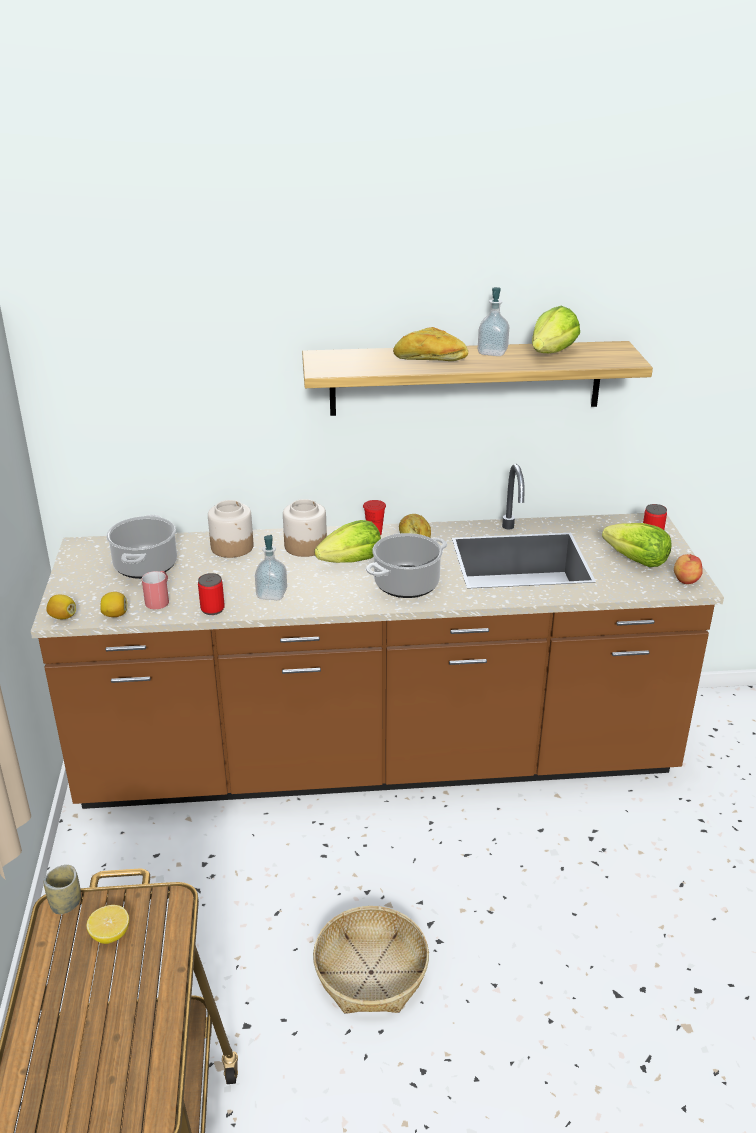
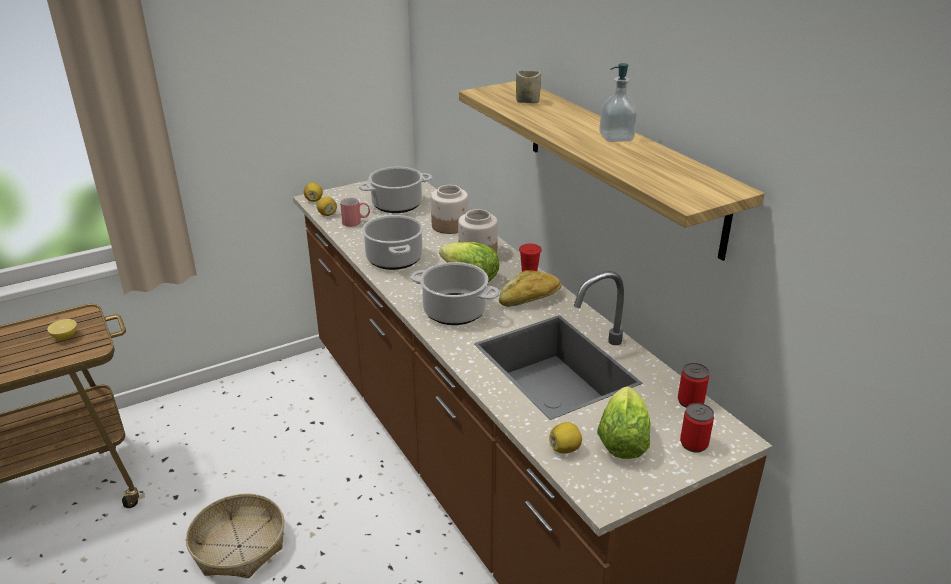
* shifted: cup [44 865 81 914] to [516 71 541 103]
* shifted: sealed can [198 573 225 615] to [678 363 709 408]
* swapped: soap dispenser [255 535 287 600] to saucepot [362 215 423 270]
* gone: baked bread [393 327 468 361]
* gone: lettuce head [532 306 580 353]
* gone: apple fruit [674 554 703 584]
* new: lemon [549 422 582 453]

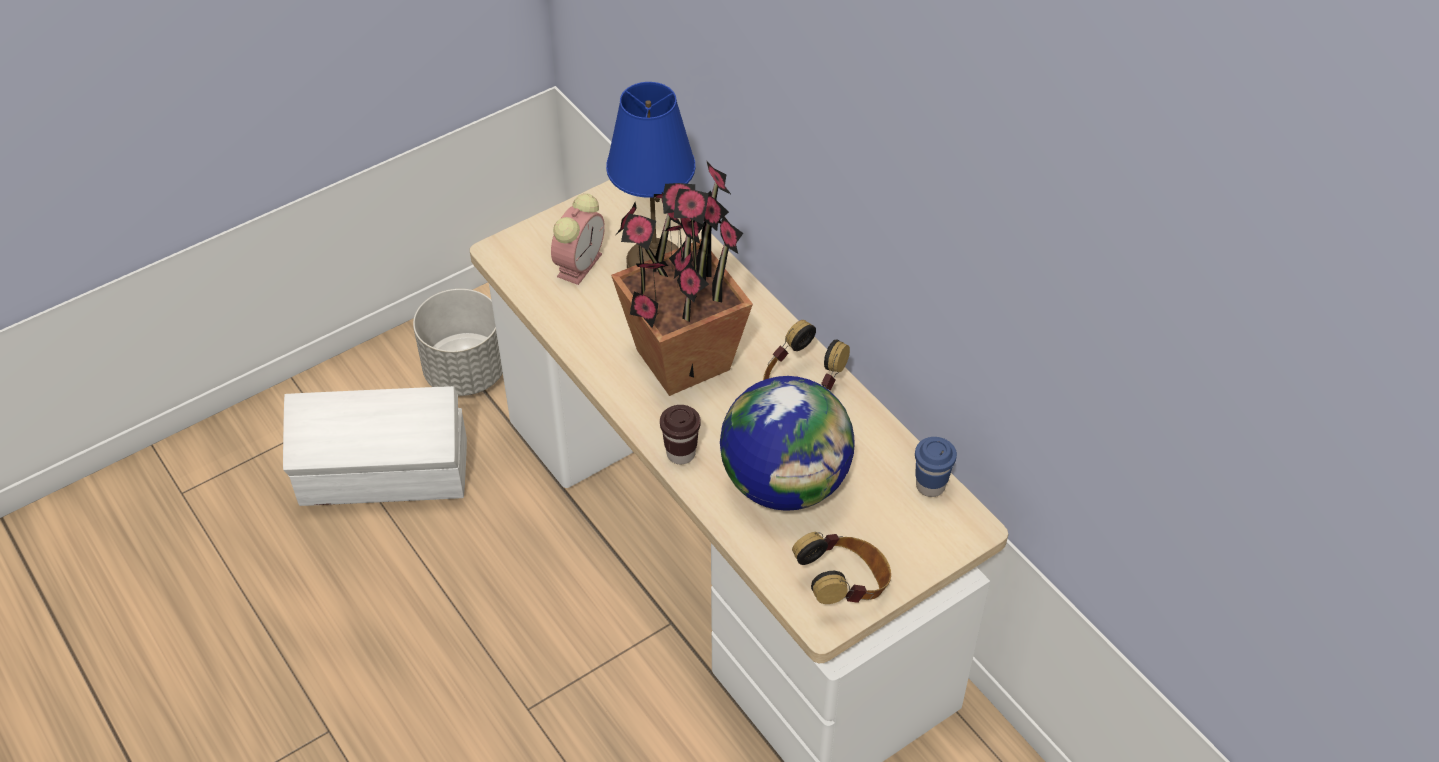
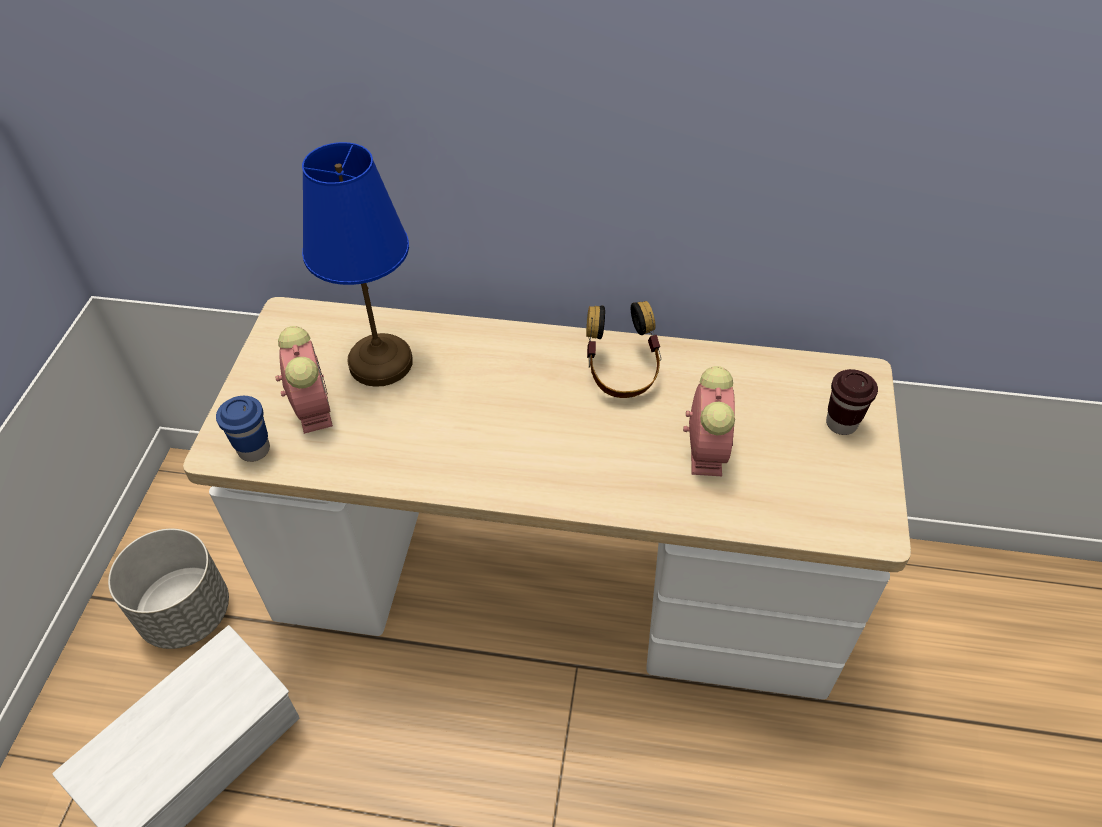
* gone: plant in a pot [611 162 753 396]
* shifted: cup (brown) [660 405 701 464] to [826 369 878 435]
* swapped: world globe [720 376 855 511] to table clock [683 366 735 476]
* gone: headphones [792 532 891 604]
* shifted: cup (blue-coloured) [915 437 957 497] to [216 396 270 462]

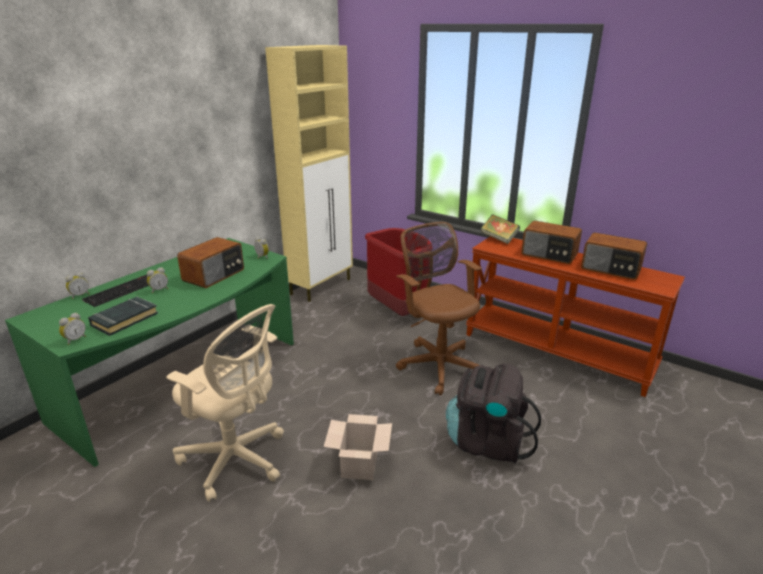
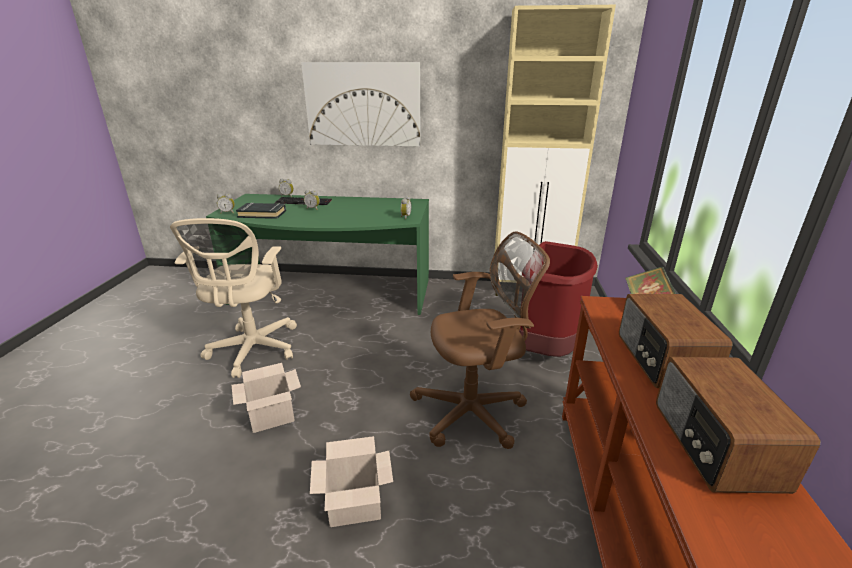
* gone: radio [177 237 244 288]
* rotated: computer chair (brown) [396 222 482 396] = [410 231 550 449] 45 degrees clockwise
* swapped: rucksack (black) [446 364 541 463] to carton [310 436 393 527]
* new: wall art [301 62 421 146]

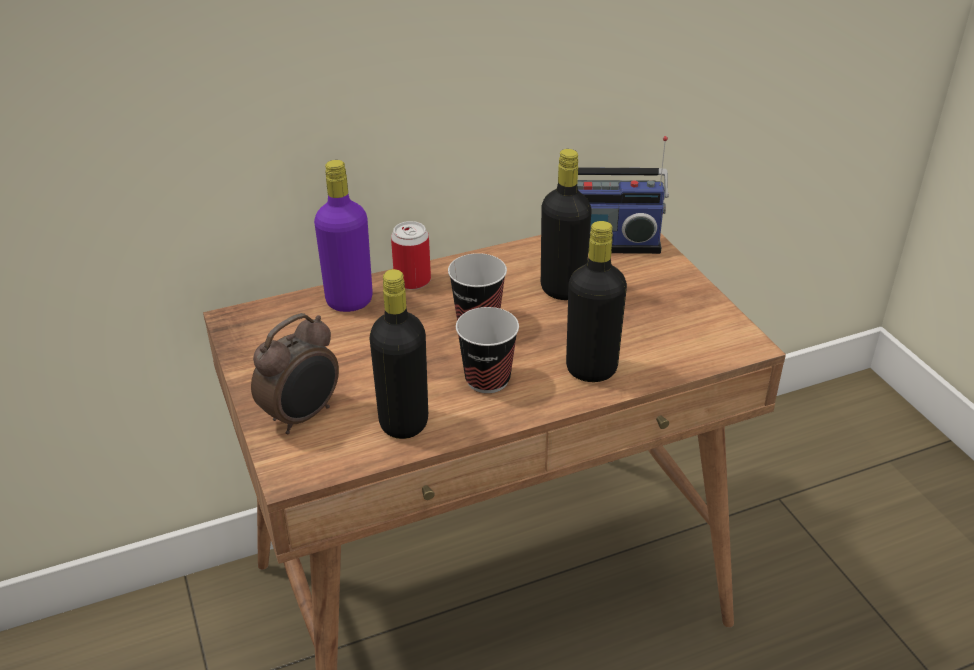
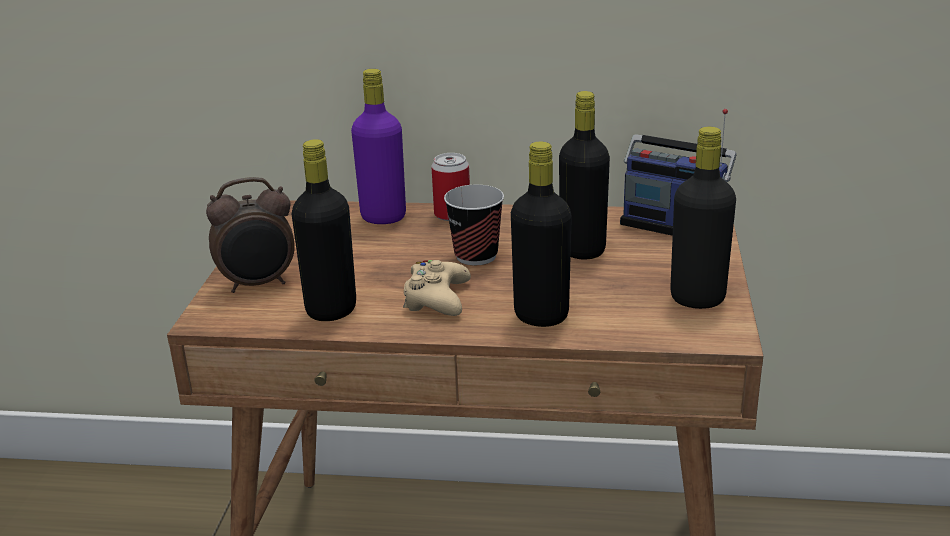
* swapped: cup [456 307 519 393] to game controller (beige-coloured) [403 260 471 316]
* new: drink bottle (black) [670 127 736 309]

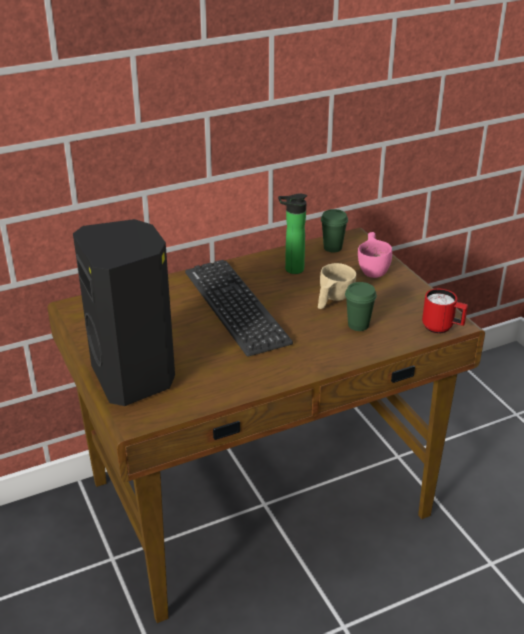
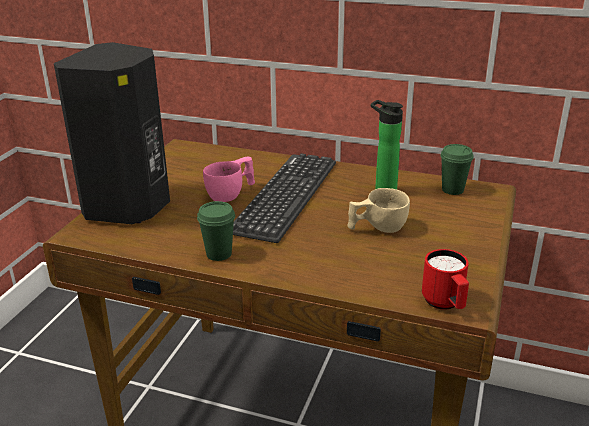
* shifted: cup (green) [345 282 377 331] to [197 201 235 261]
* shifted: cup (pink-coloured) [358 232 392 278] to [203 157 255 202]

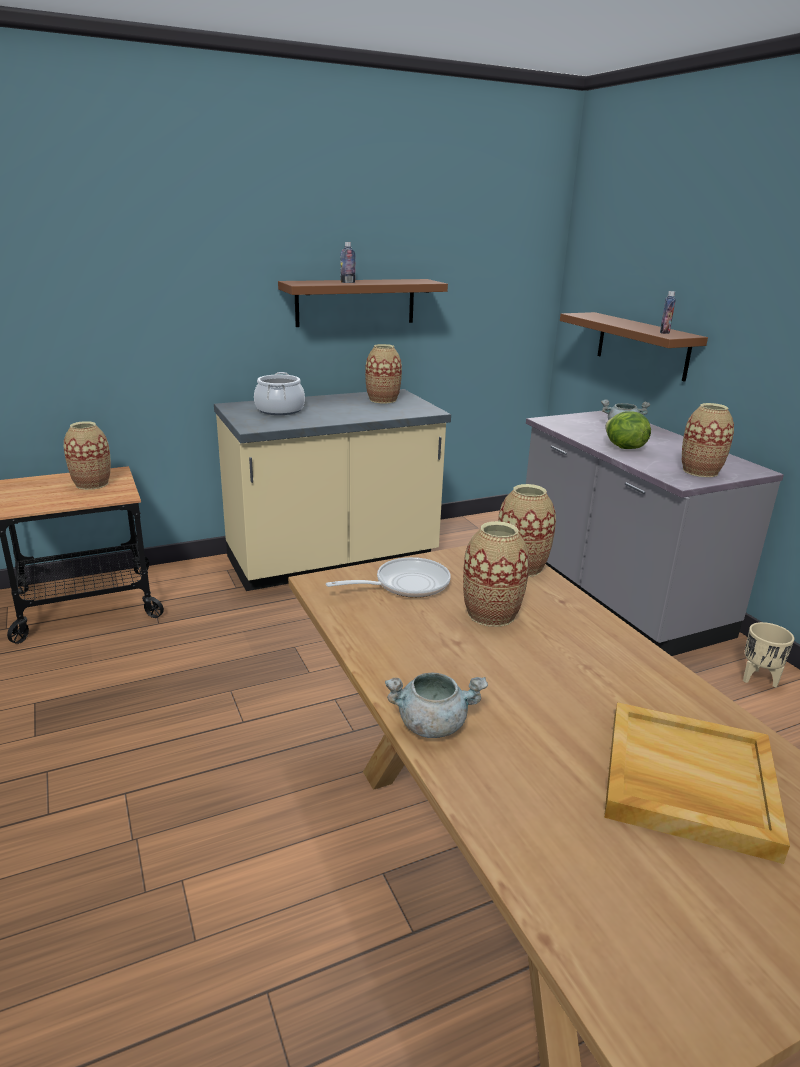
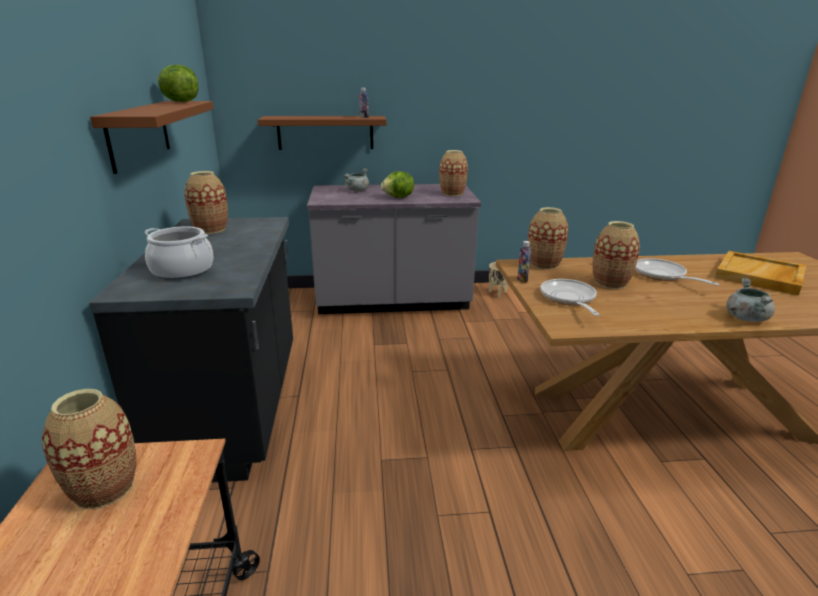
* repainted: counter (beige-coloured) [214 389 451 591] to counter (black) [89 217 293 482]
* shifted: drink bottle [340 242 356 283] to [517 241 531 283]
* new: lettuce head [158 64 198 102]
* new: skillet [635 258 719 286]

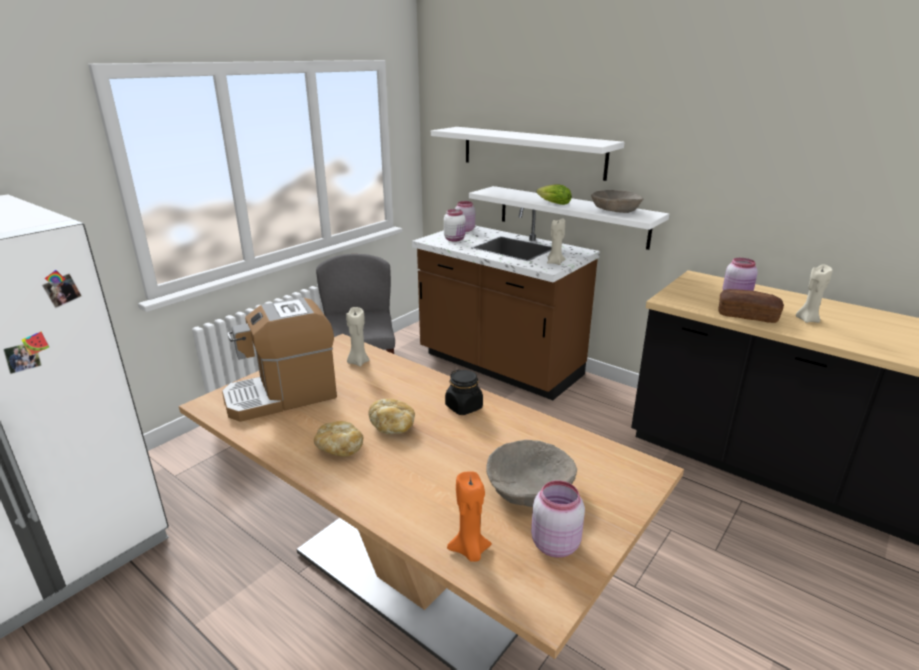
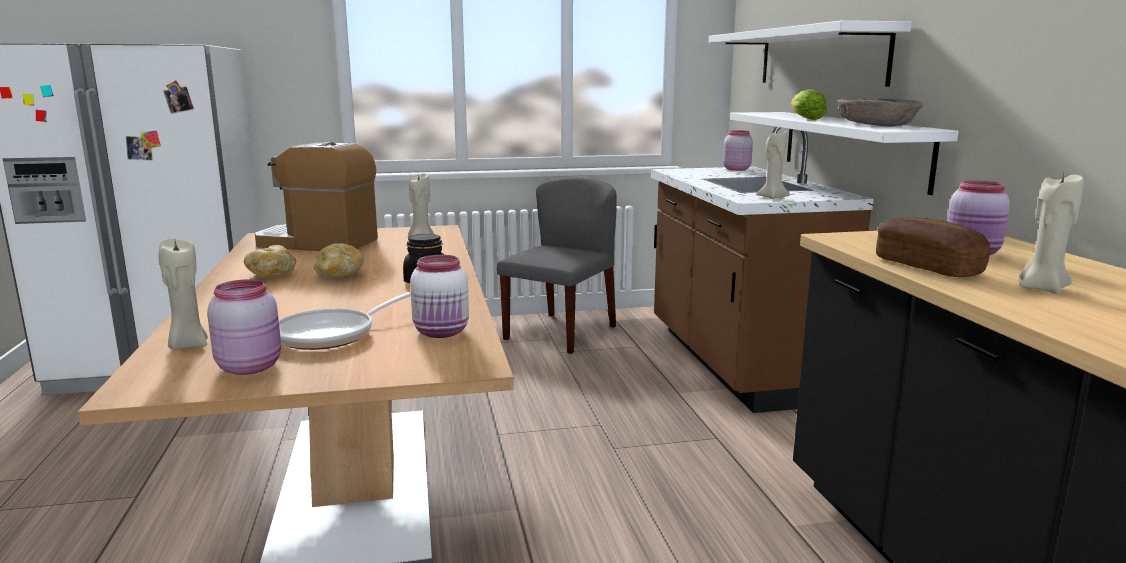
* shifted: storage jar (white-coloured) [444 209 466 242] to [410 255 469 338]
* repainted: wax light (orange) [447 471 492 562] to wax light (beige-coloured) [159 239 208 350]
* swapped: deep dish (beige-coloured) [486 440 577 507] to skillet [279 292 411 350]

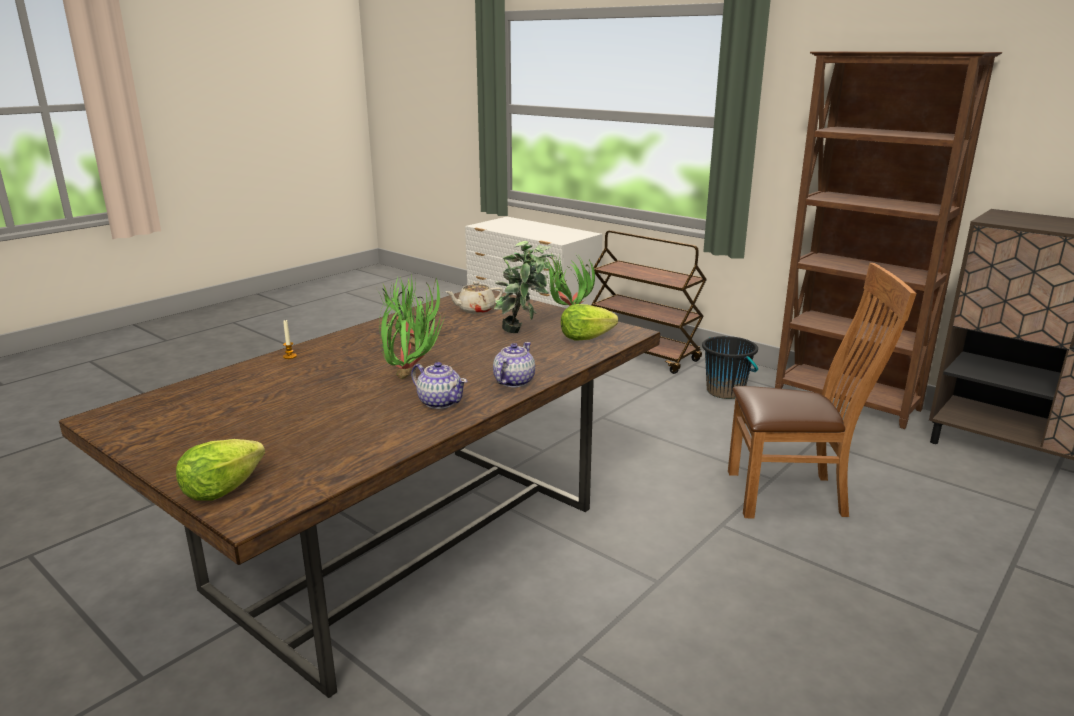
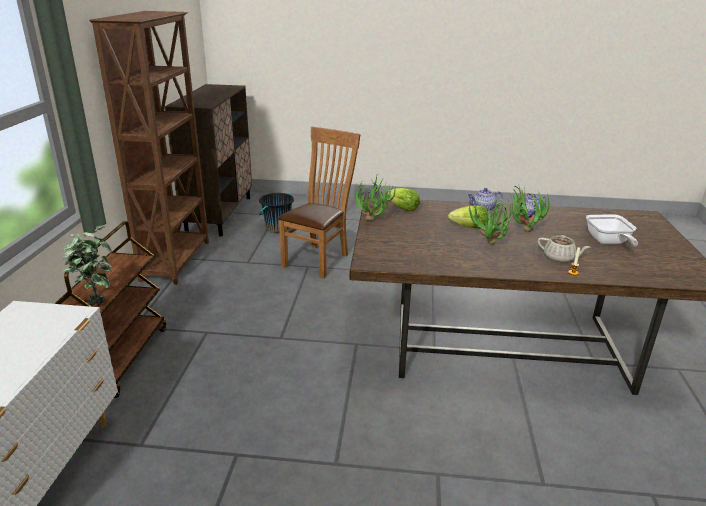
* shifted: lettuce head [176 439 265 500] to [448 205 488 229]
* shifted: teapot (beige-coloured) [446 281 503 314] to [538 235 590 263]
* shifted: plant in a pot [494 241 555 333] to [62 226 112 305]
* shifted: pail (black) [702 336 758 399] to [259 193 294 233]
* rotated: upright chair (brown) [728 263 917 518] = [277 127 361 279] 60 degrees clockwise
* new: skillet [586 214 638 247]

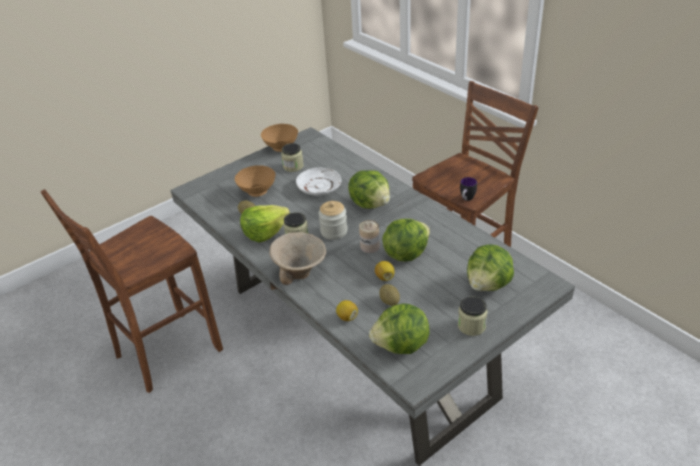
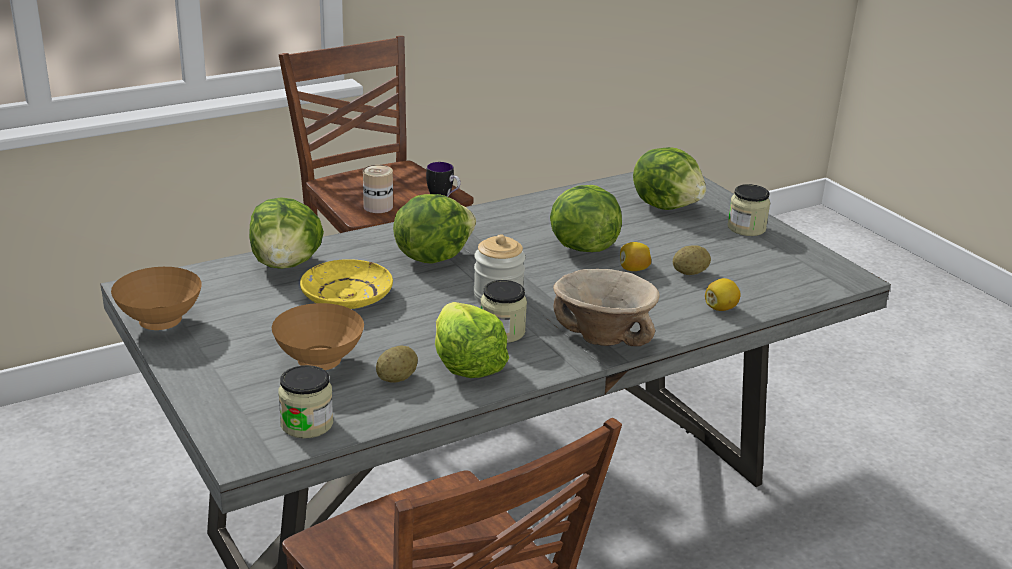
* shifted: storage jar [281 143 304 172] to [278 365 333 438]
* repainted: plate (white-coloured) [296 168 341 195] to plate (yellowish) [300 259 393 309]
* shifted: sealed can [359 220 380 253] to [363 165 393 213]
* shifted: lettuce head [369 303 429 354] to [249 198 324 269]

